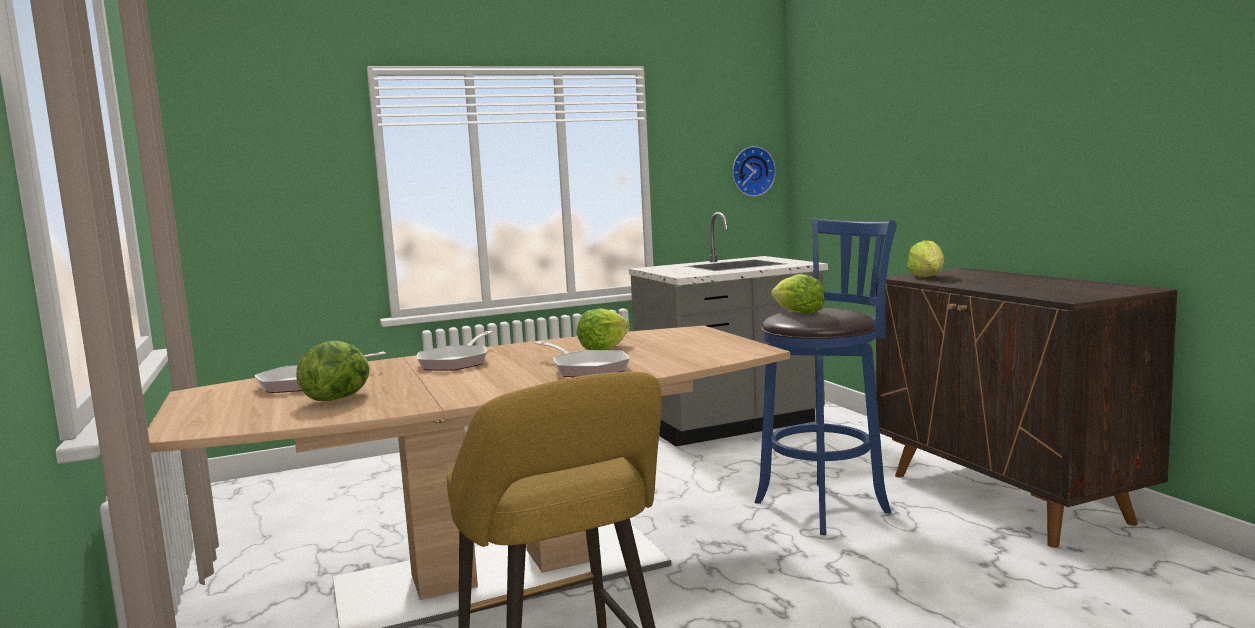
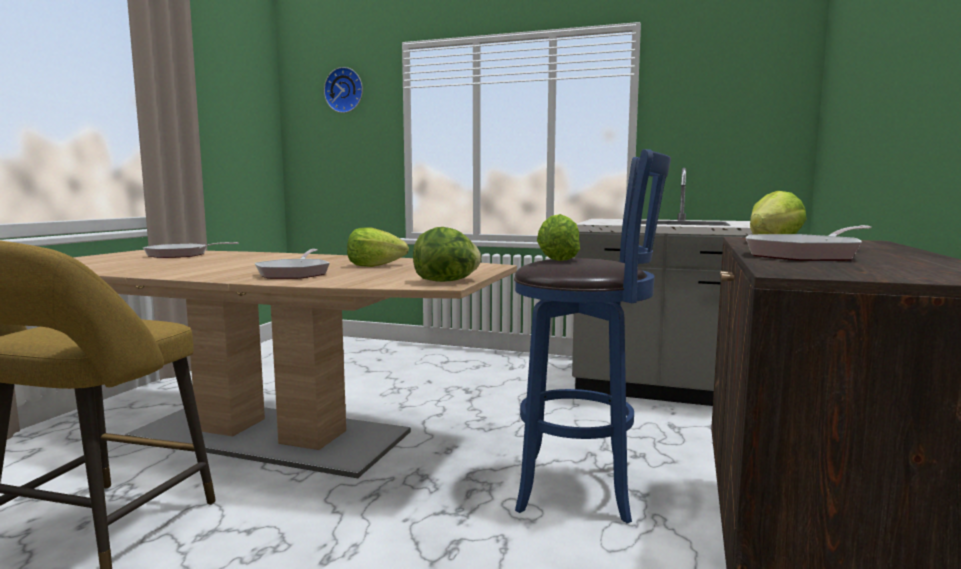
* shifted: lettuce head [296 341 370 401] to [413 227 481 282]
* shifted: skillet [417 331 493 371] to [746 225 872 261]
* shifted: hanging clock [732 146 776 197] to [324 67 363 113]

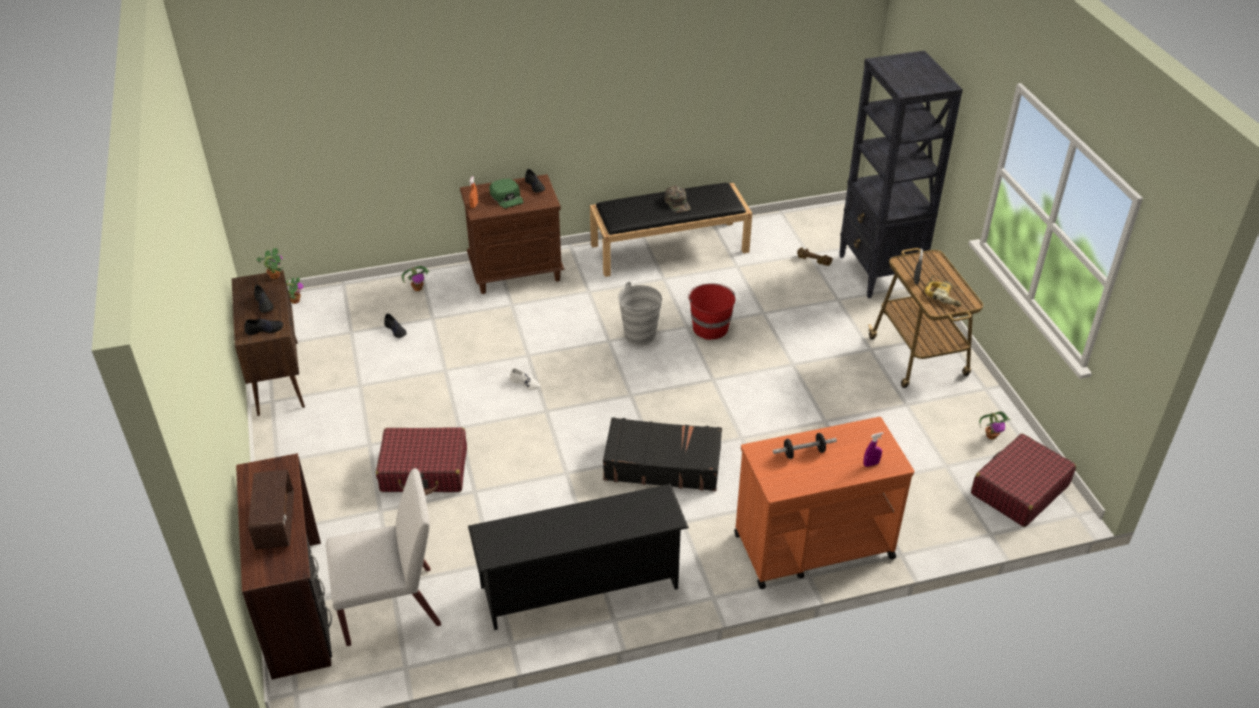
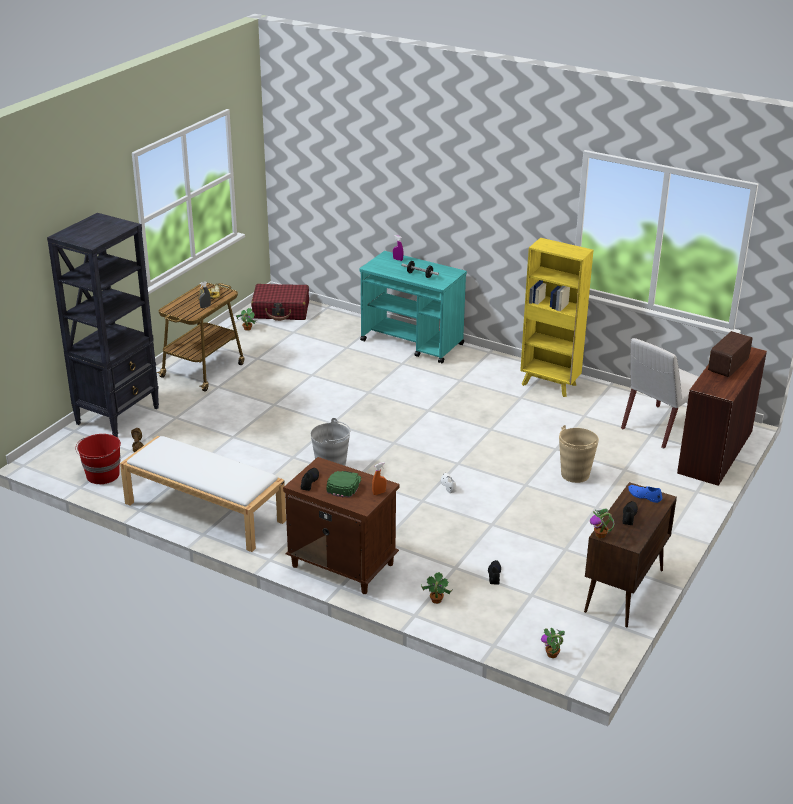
* repainted: item of footwear (black) [244 319 283 335] to item of footwear (blue-coloured) [628 485 662 503]
* rotated: upright chair (white-coloured) [326 468 441 646] = [621 338 699 449] 75 degrees counterclockwise
* swapped: piece of luggage (red-coloured) [376 427 467 495] to pail (beige-coloured) [559 425 599 483]
* swapped: shoe stand (black) [468 484 689 630] to bookcase (yellowish) [520 238 594 397]
* repainted: indoor bench (black) [590 183 752 277] to indoor bench (white-coloured) [120 436 286 552]
* gone: piece of luggage (black) [603 417 722 491]
* gone: cap (green) [664 186 691 213]
* shifted: pail (red-coloured) [688 283 735 340] to [75 434 121 484]
* repainted: trolley (orange) [734 417 914 589] to trolley (turquoise-coloured) [359 251 467 363]

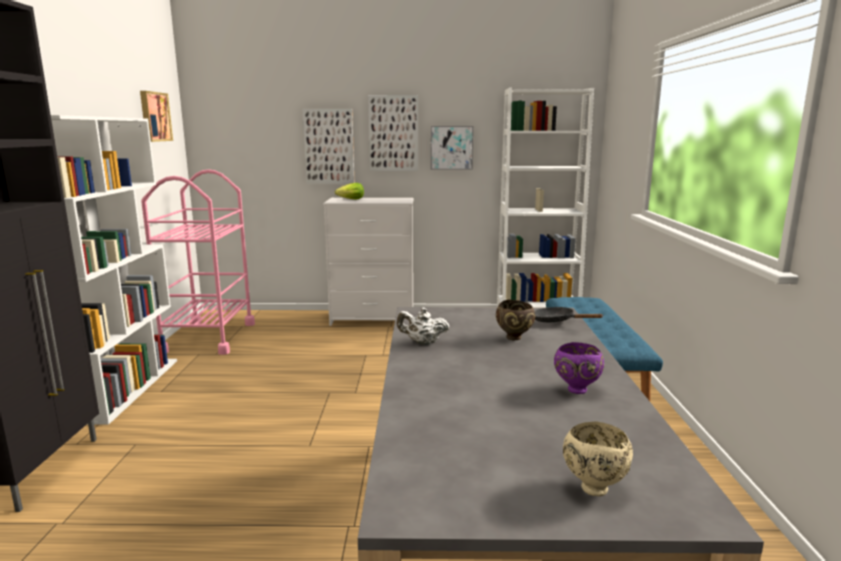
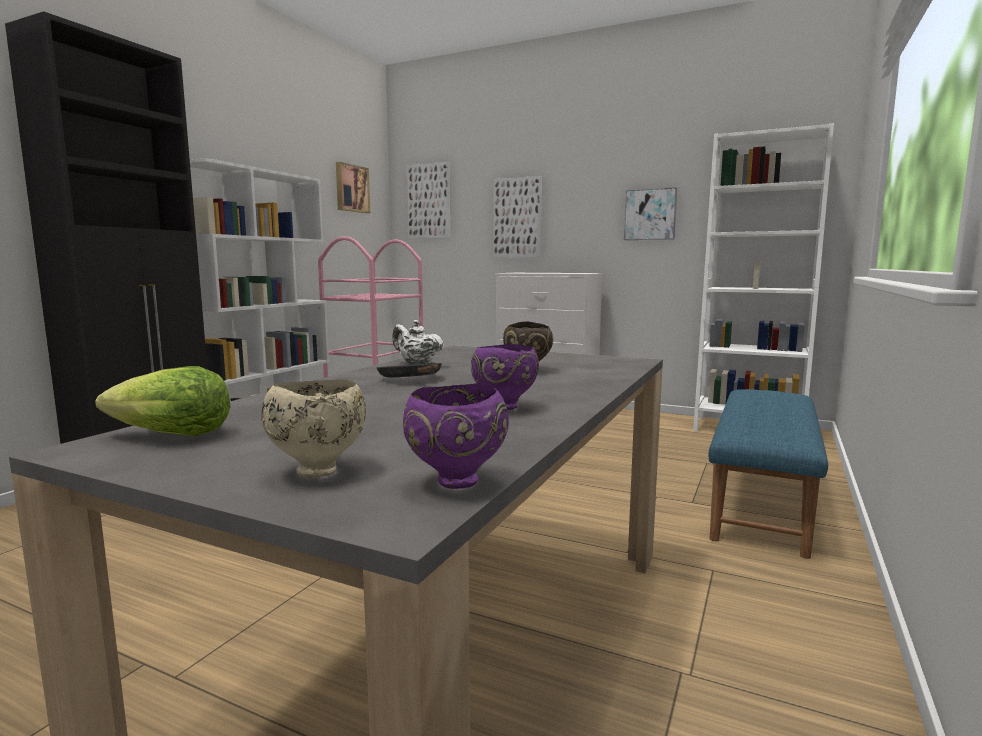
* shifted: lettuce head [335 183 364 199] to [95 366 231 436]
* shifted: wall art [368 95 418 171] to [407 162 451 239]
* shifted: skillet (black) [535 307 604 322] to [377 363 442 377]
* new: deep dish (purplish) [403 383 509 489]

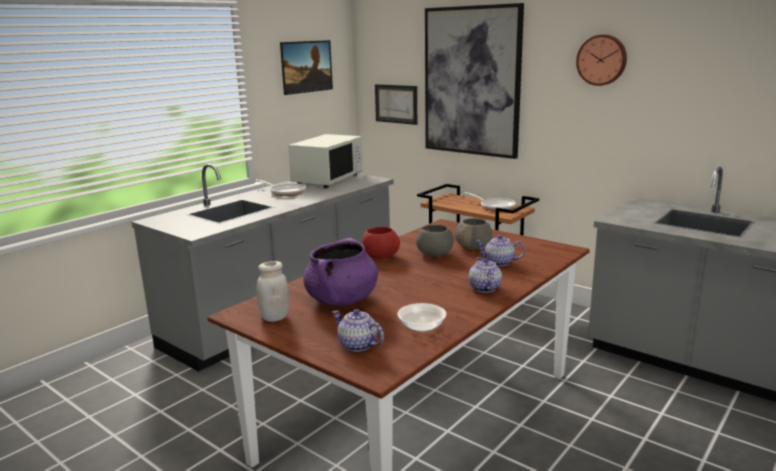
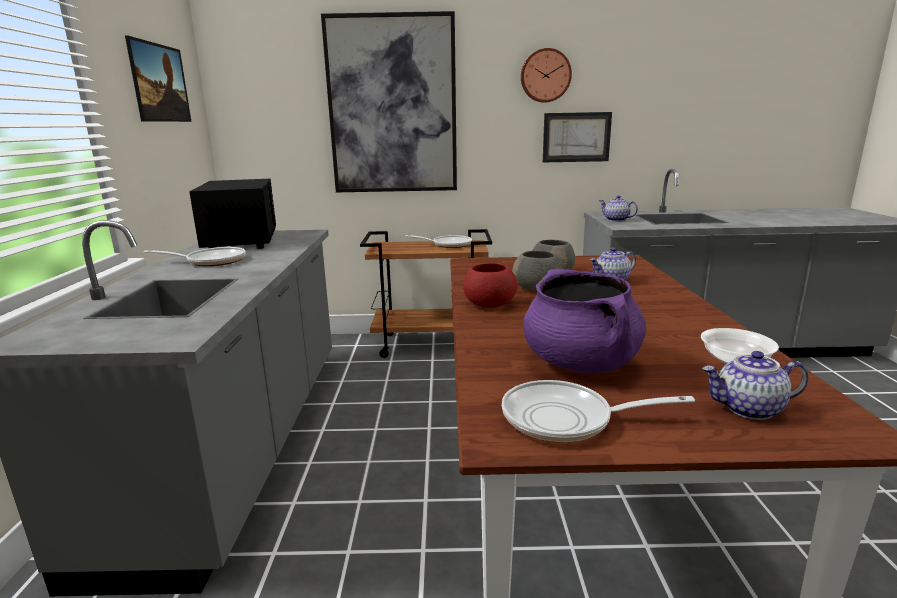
* swapped: storage jar (white-coloured) [256 261 290 322] to skillet [502 380 695 442]
* repainted: microwave (white-coloured) [288 134 363 188] to microwave (black) [189 179 276 249]
* shifted: wall art [375 84 417 125] to [543 112 612 162]
* shifted: teapot [469 257 502 293] to [599 195 638 222]

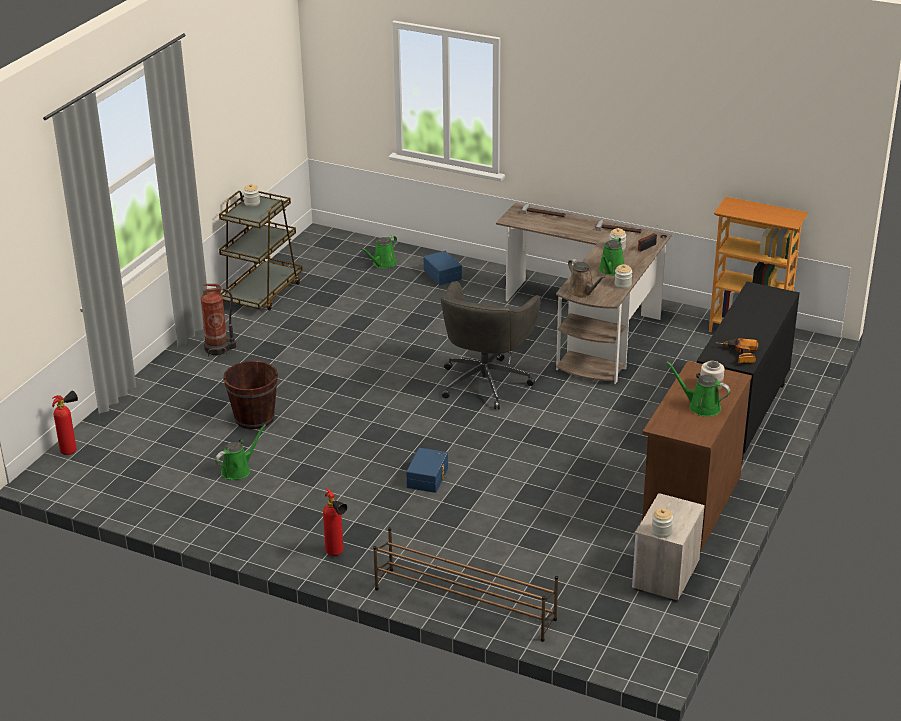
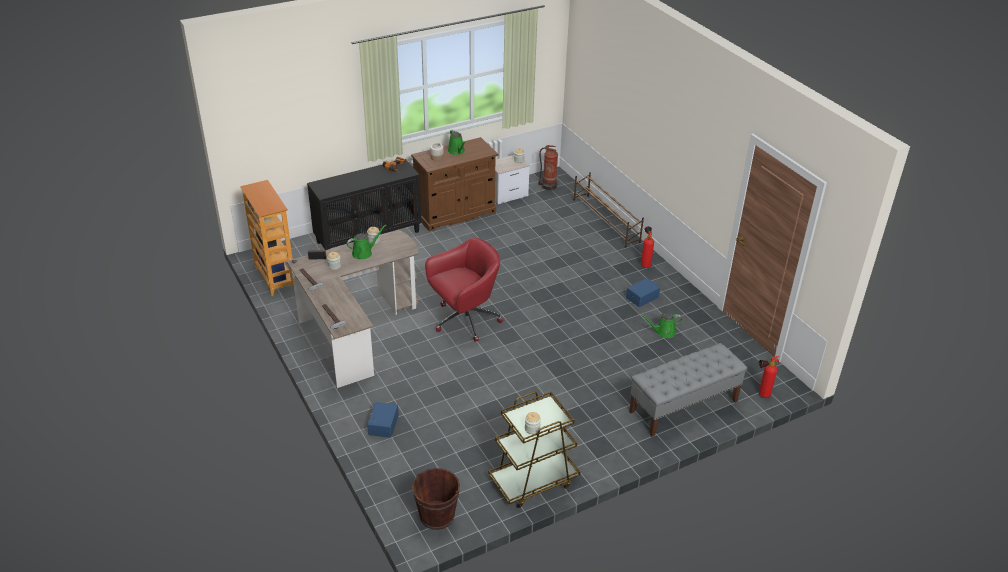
* shifted: extinguisher [201 284 236 356] to [538 145 558 191]
* shifted: pail (brown) [223 361 278 429] to [412 468 460 530]
* gone: watering can (green) [361 235 397 269]
* shifted: storage box (blue-coloured) [406 448 448 493] to [626 278 660 307]
* repainted: computer chair (greyish) [441 281 541 409] to computer chair (red-coloured) [425 238 503 342]
* gone: watering can (brown) [568 259 606 298]
* new: indoor bench (greyish) [629 343 747 437]

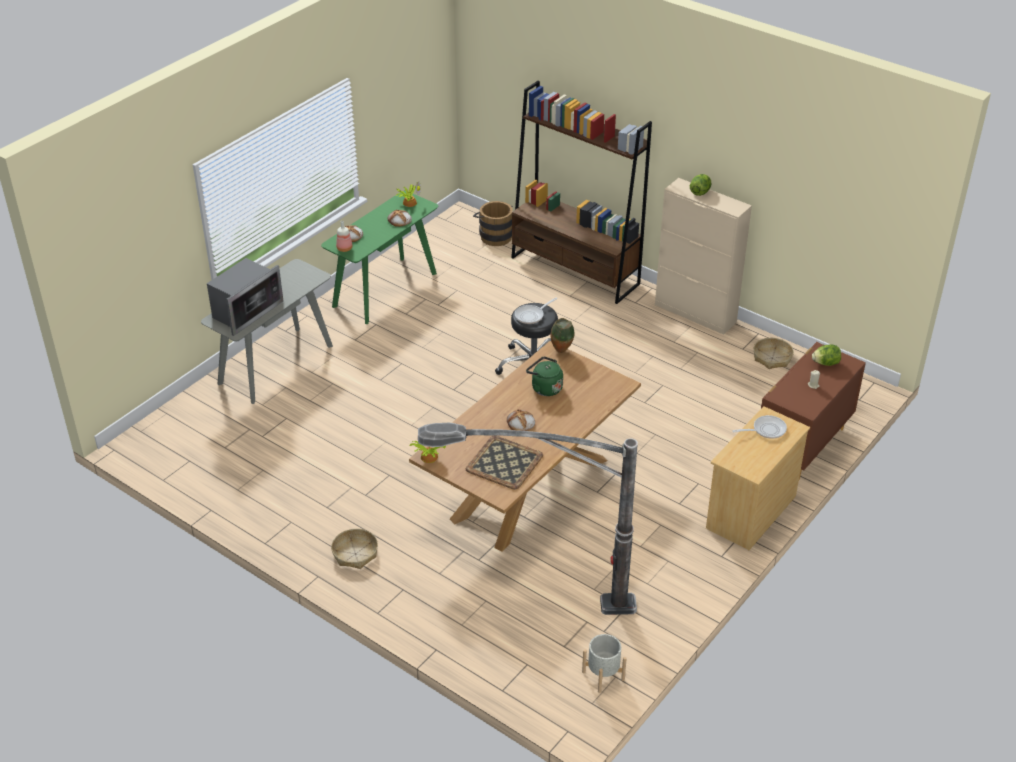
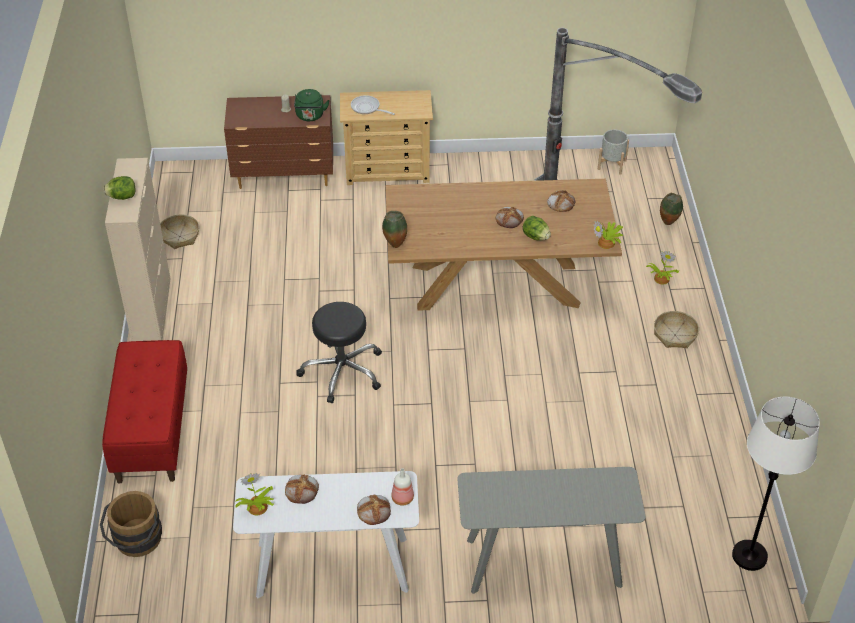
* gone: microwave [207 258 283 336]
* repainted: narrow table (green) [321 191 438 324] to narrow table (white-coloured) [233 471 419 598]
* swapped: tray [466 435 543 490] to baked bread [547 190 575 212]
* swapped: bookcase (brown) [511 81 652 304] to indoor bench (red-coloured) [102 340 187 484]
* gone: skillet [515 298 557 324]
* shifted: water kettle (green) [526 357 563 396] to [294 89 330 121]
* shifted: lettuce head [812 344 841 366] to [523 216 551 240]
* new: plant in a pot [646 251 679 285]
* new: vase [660 193 683 225]
* new: floor lamp (white-coloured) [732 397 820 571]

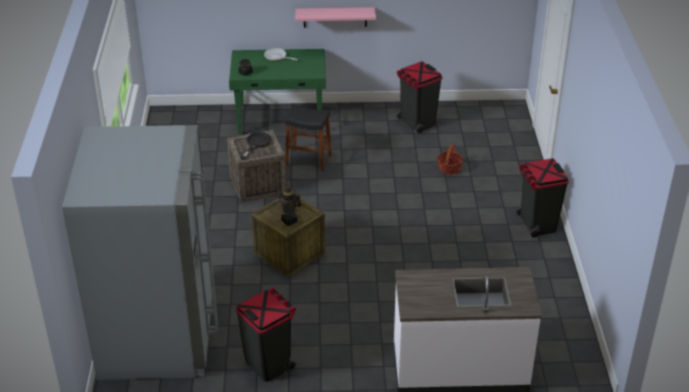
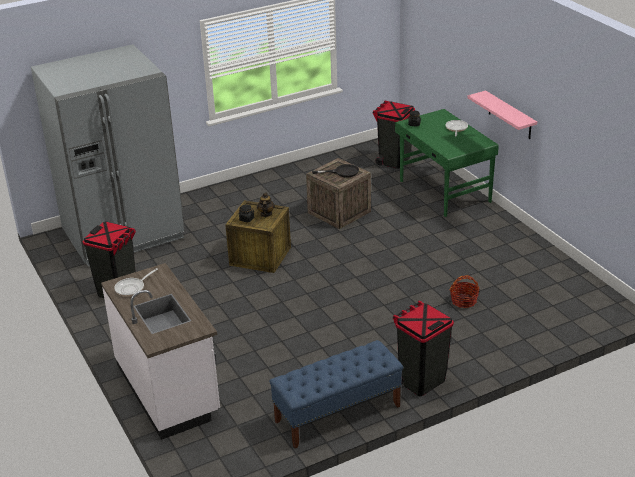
* gone: sitting stool (black) [285 105 332 171]
* shifted: trash can (black) [396 61 443 133] to [373 101 415 169]
* new: skillet [114 268 158 296]
* new: indoor bench (blue-coloured) [269 340 403 448]

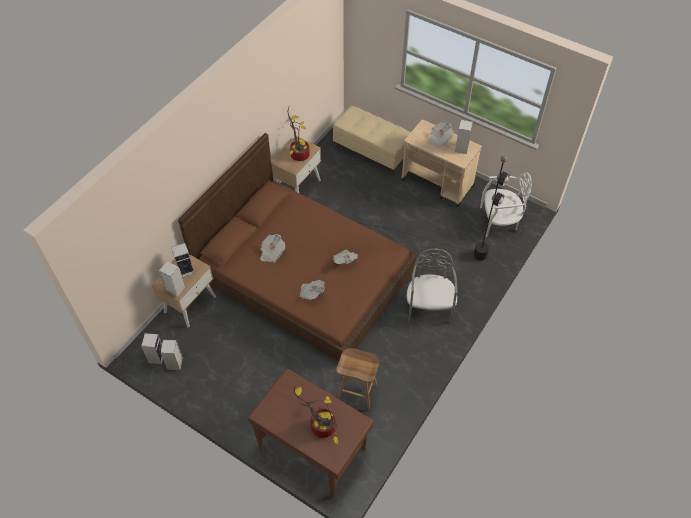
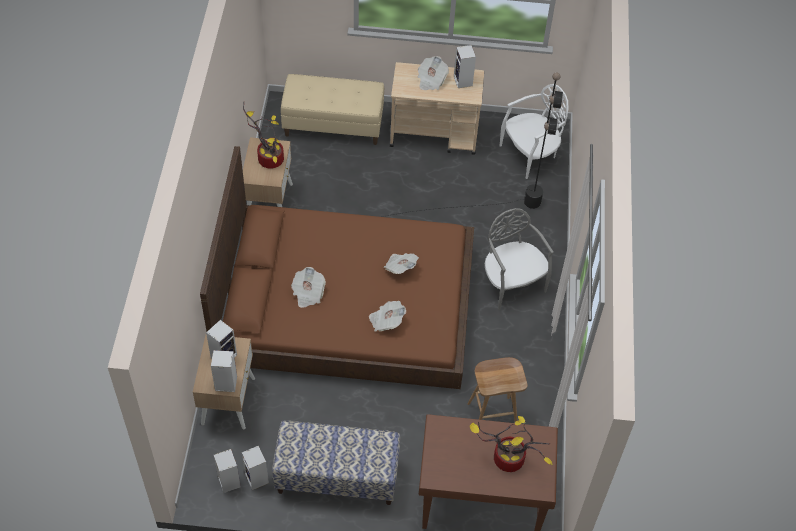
* new: indoor bench [272 421 400 505]

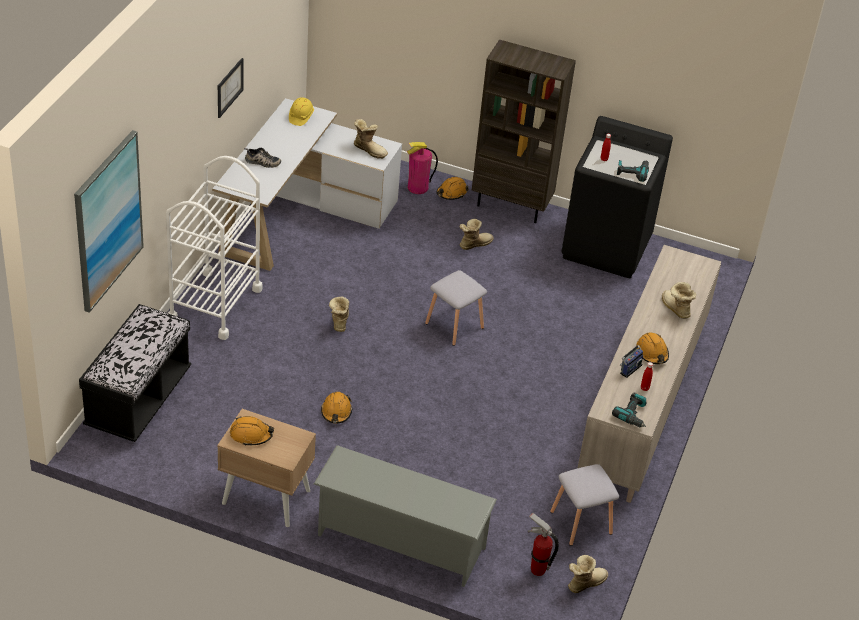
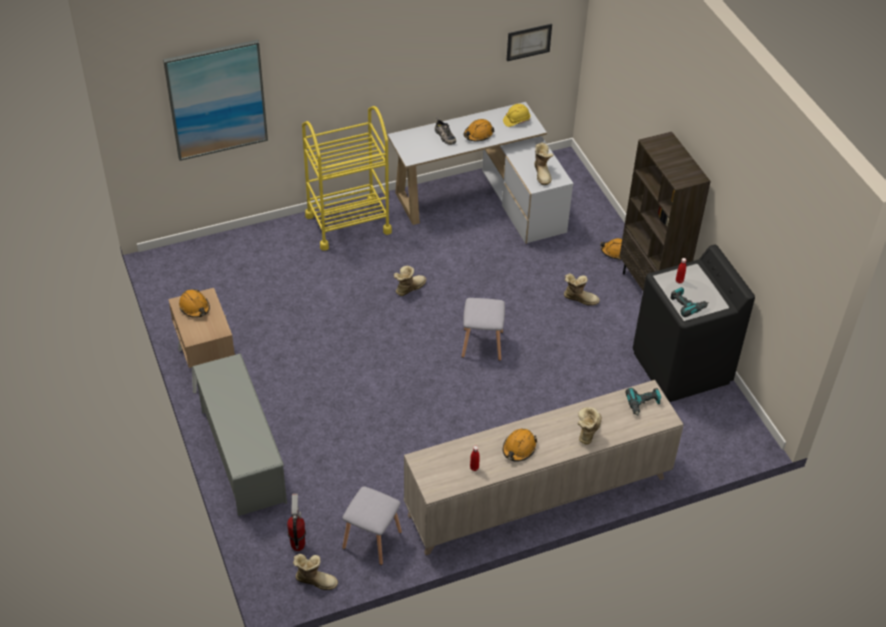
* gone: indoor bench (black) [79 304 191 442]
* repainted: trolley (white-coloured) [166 156 263 340] to trolley (yellowish) [302 106 392 251]
* shifted: wall art [218 58 244 118] to [506 24 552 61]
* shifted: work helmet (orange) [321 392 352 423] to [464 119 494 142]
* gone: extinguisher [407 142 438 194]
* shifted: drill [612 393 646 427] to [625 388 662 416]
* gone: radio [620 339 644 378]

